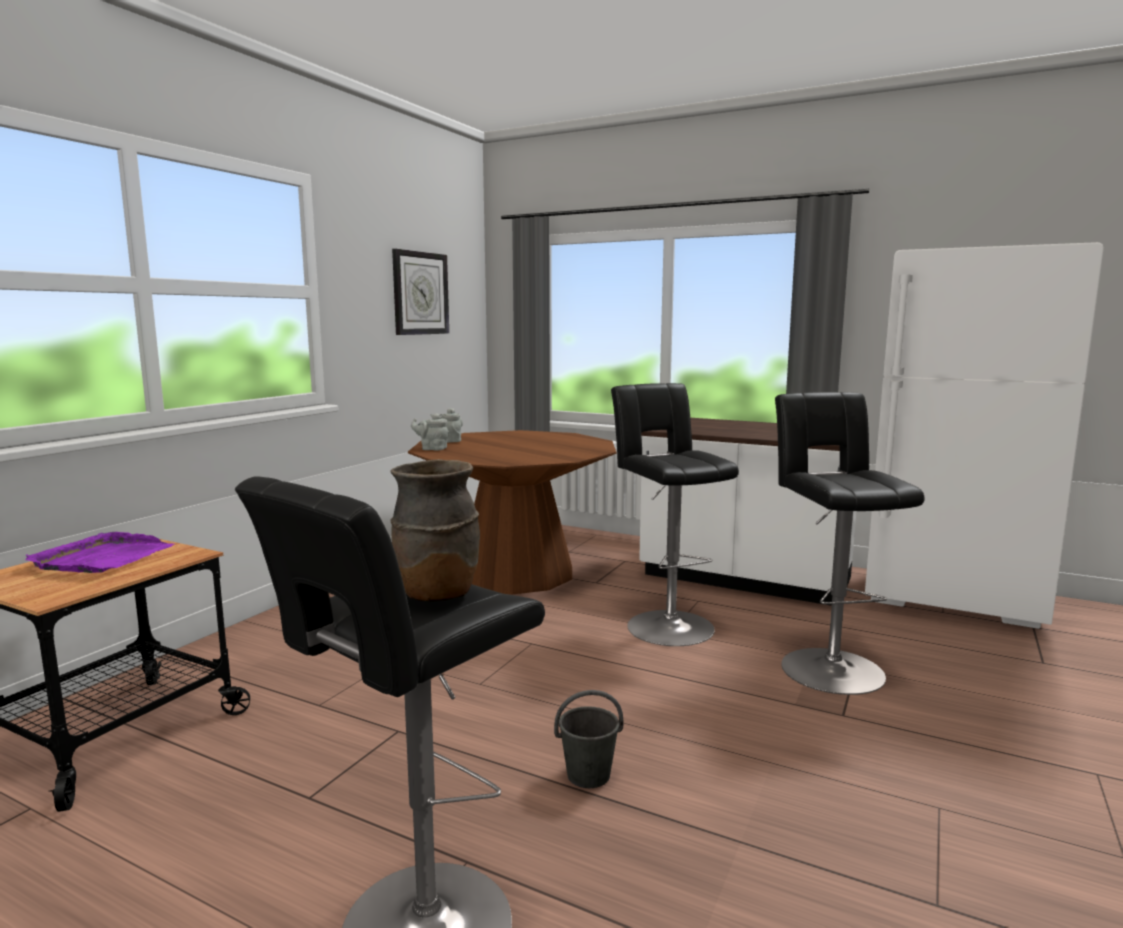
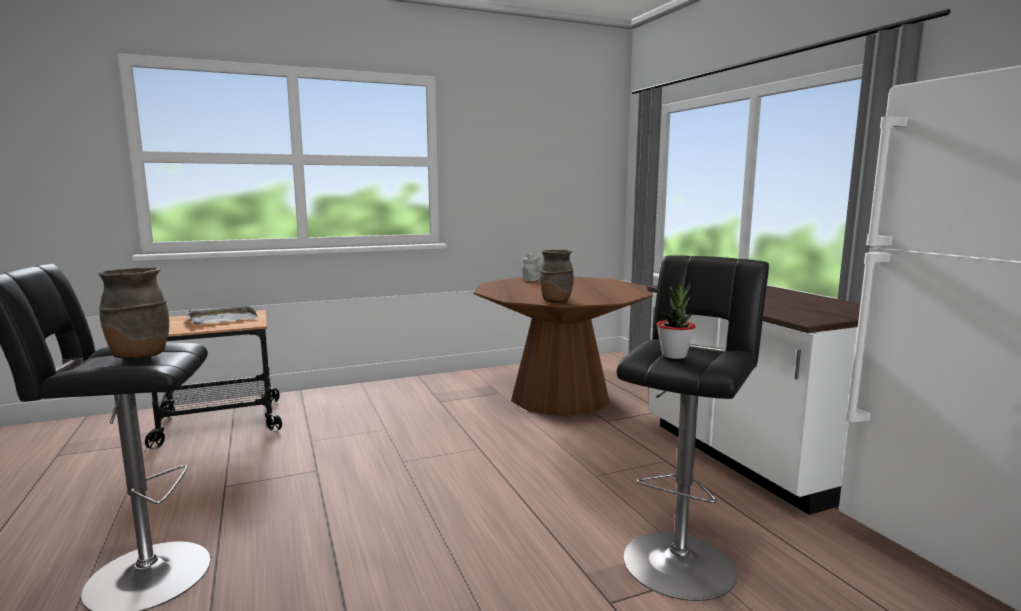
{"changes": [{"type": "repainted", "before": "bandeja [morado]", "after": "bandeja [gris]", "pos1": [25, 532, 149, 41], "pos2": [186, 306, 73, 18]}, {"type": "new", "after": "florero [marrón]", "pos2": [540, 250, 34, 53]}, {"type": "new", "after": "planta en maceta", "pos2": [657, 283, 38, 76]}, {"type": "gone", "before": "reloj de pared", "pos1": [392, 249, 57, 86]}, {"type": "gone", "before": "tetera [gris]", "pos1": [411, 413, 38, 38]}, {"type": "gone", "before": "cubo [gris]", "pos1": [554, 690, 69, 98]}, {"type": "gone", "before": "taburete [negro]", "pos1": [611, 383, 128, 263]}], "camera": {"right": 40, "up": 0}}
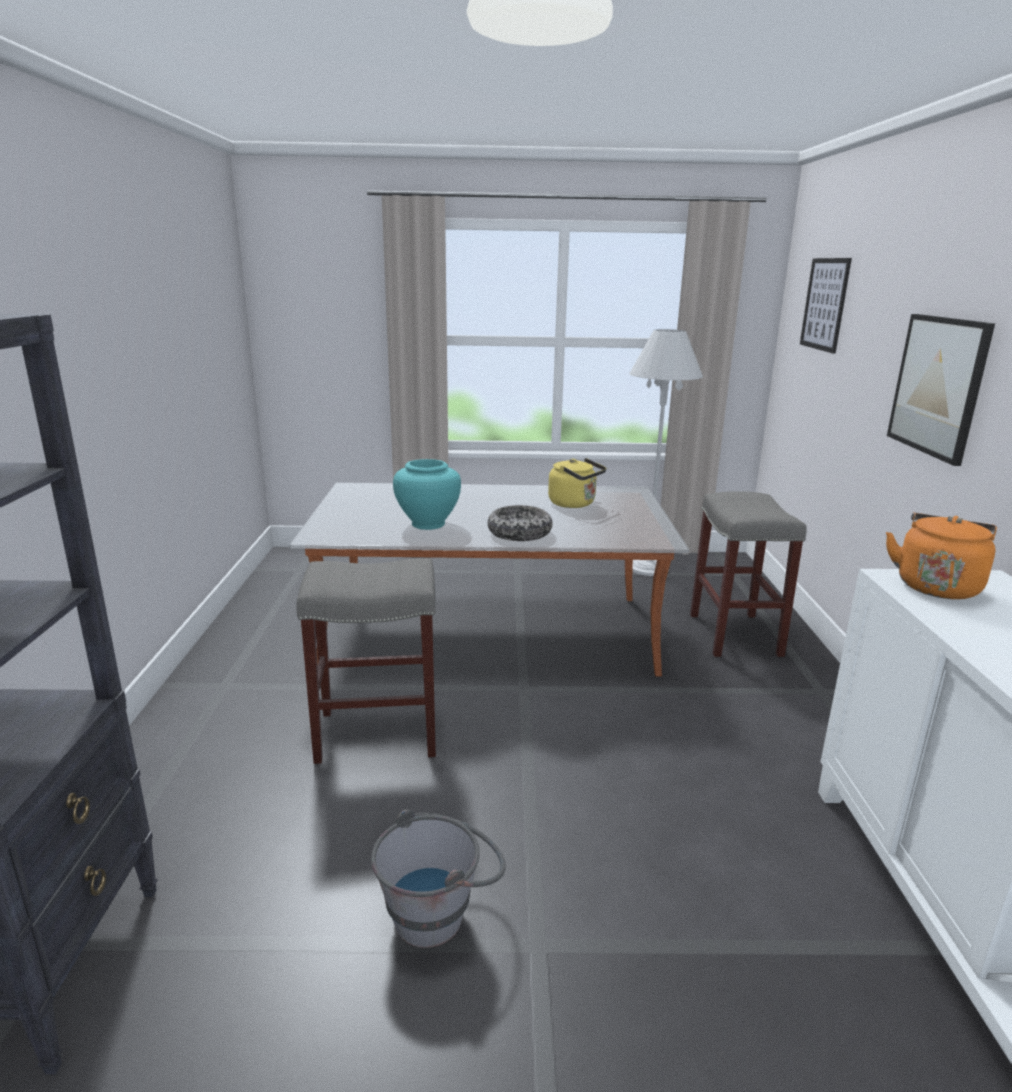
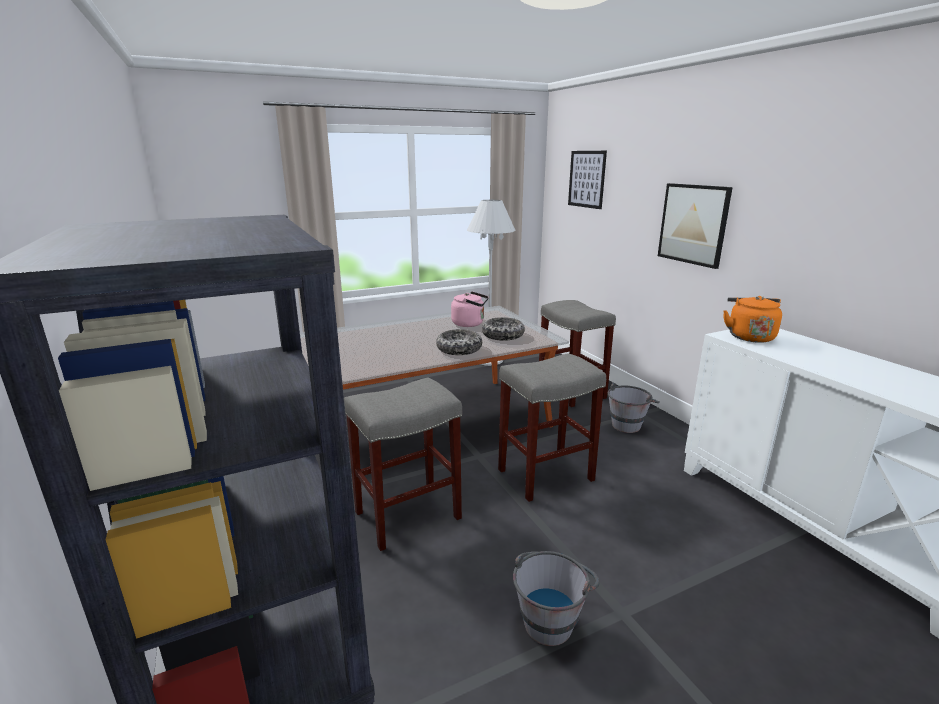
{"changes": [{"type": "repainted", "before": "hervidor [amarillo]", "after": "hervidor [rosa]", "pos1": [548, 458, 58, 50], "pos2": [451, 291, 38, 36]}, {"type": "new", "after": "cuenco", "pos2": [482, 317, 43, 24]}, {"type": "new", "after": "taburete [gris]", "pos2": [498, 353, 108, 149]}, {"type": "new", "after": "cubo [gris]", "pos2": [608, 383, 52, 50]}, {"type": "gone", "before": "florero [turquesa]", "pos1": [393, 459, 68, 71]}], "camera": {"right": -25, "up": 0}}
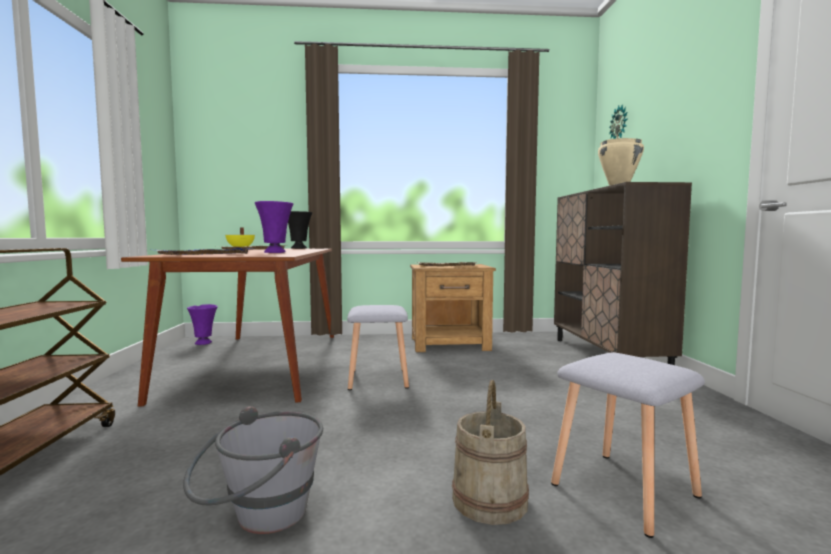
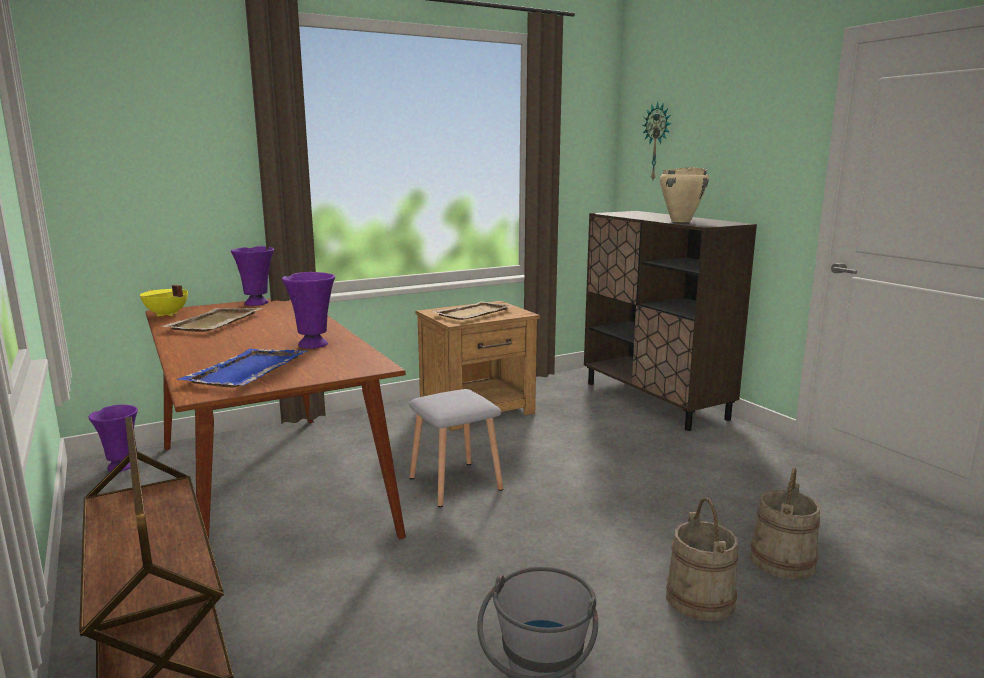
{"changes": [{"type": "repainted", "before": "florero [negro]", "after": "florero [morado]", "pos1": [288, 211, 24, 38], "pos2": [231, 246, 43, 60]}, {"type": "swapped", "before": "taburete [gris]", "after": "cubo [beis]", "pos1": [551, 352, 154, 186], "pos2": [750, 467, 70, 113]}], "camera": {"right": -25, "up": 10}}
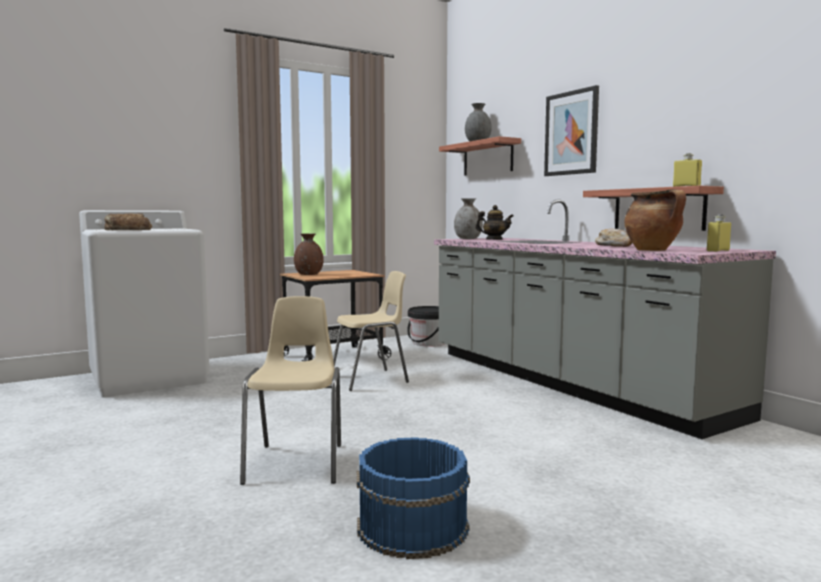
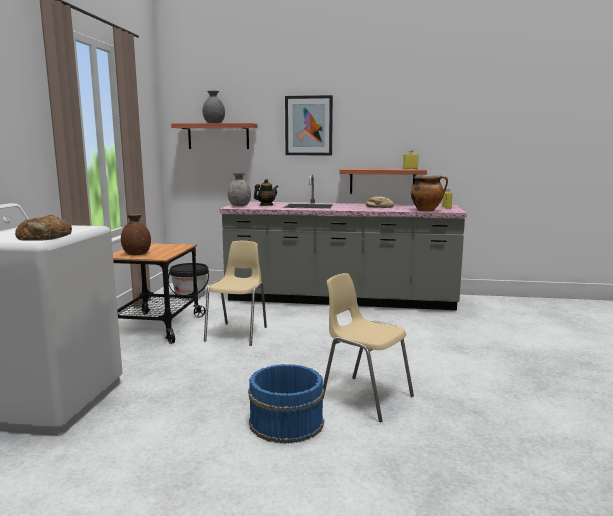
{"changes": [{"type": "shifted", "before": "cubo [azul]", "pos1": [357, 437, 113, 122], "pos2": [248, 364, 76, 80]}], "camera": {"right": -50, "up": 5}}
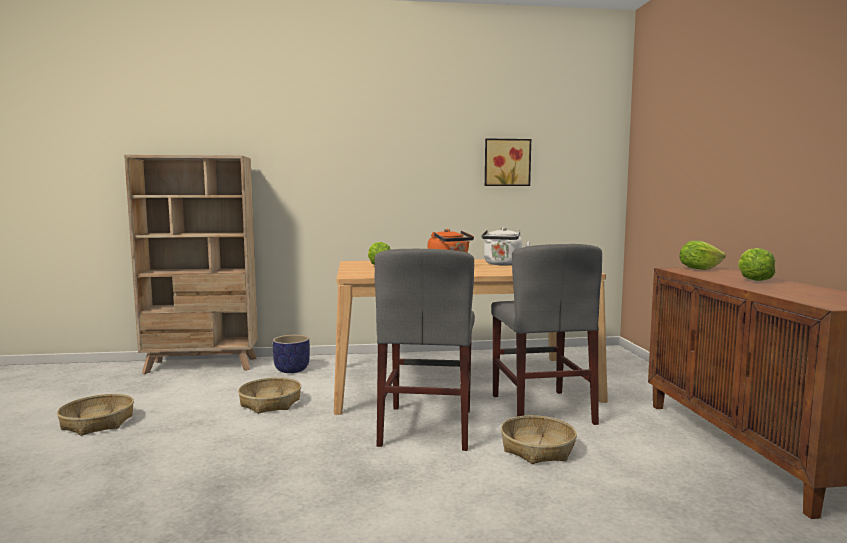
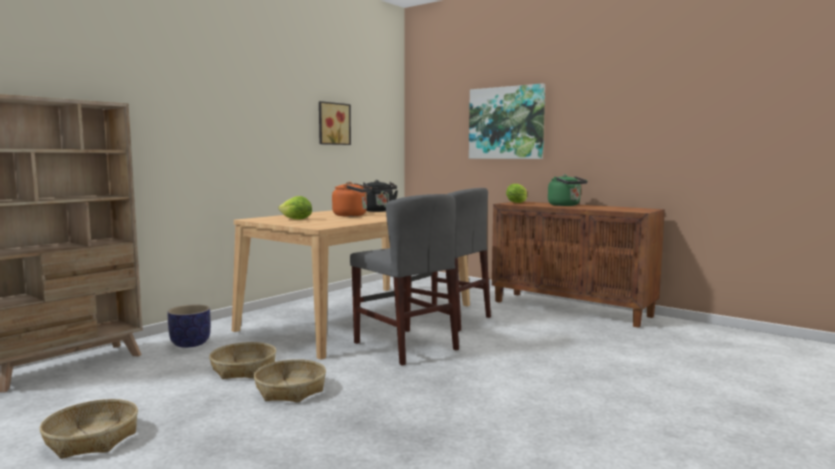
{"changes": [{"type": "shifted", "before": "cesta", "pos1": [501, 415, 76, 49], "pos2": [254, 359, 72, 44]}, {"type": "repainted", "before": "hervidor [blanco]", "after": "hervidor [negro]", "pos1": [481, 227, 50, 38], "pos2": [363, 180, 35, 32]}, {"type": "new", "after": "cuadro", "pos2": [469, 84, 76, 75]}, {"type": "swapped", "before": "lechuga", "after": "hervidor [verde]", "pos1": [738, 248, 37, 33], "pos2": [548, 174, 40, 32]}], "camera": {"right": -45, "up": 0}}
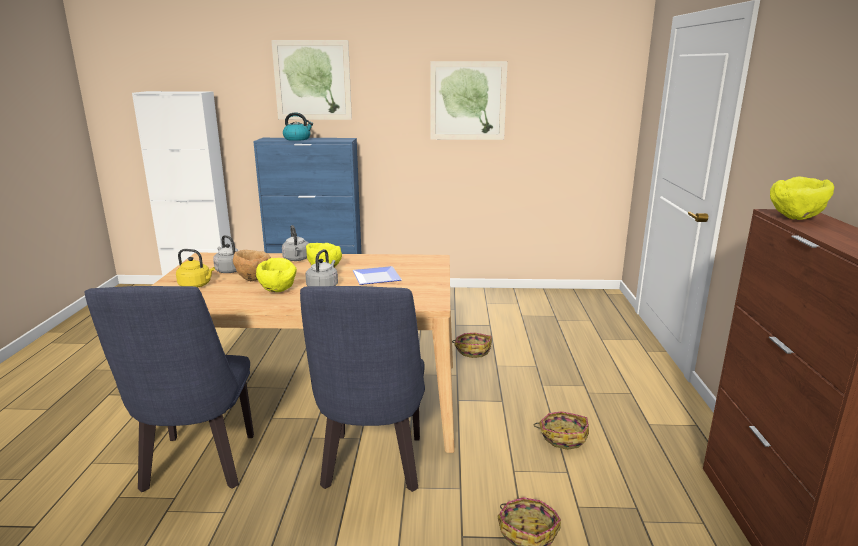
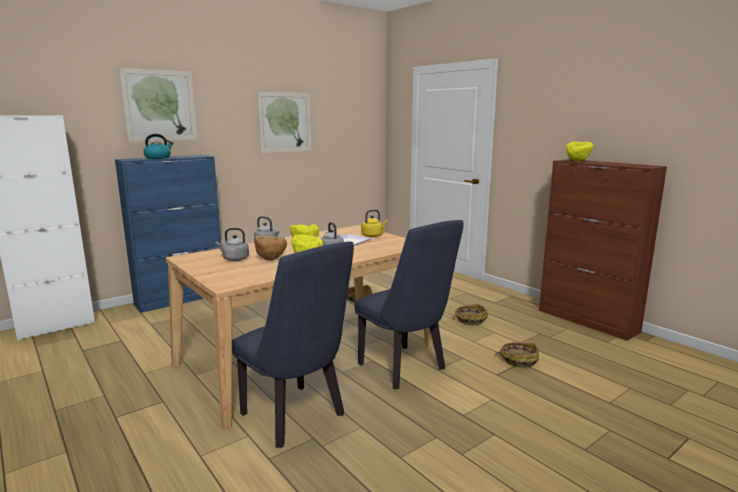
{"changes": [{"type": "shifted", "before": "hervidor [amarillo]", "pos1": [176, 249, 39, 38], "pos2": [361, 210, 27, 27]}], "camera": {"right": -40, "up": -5}}
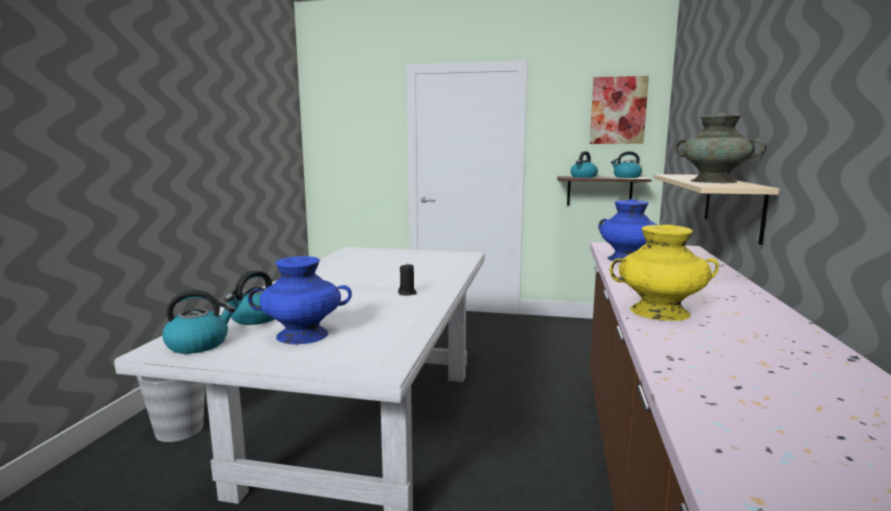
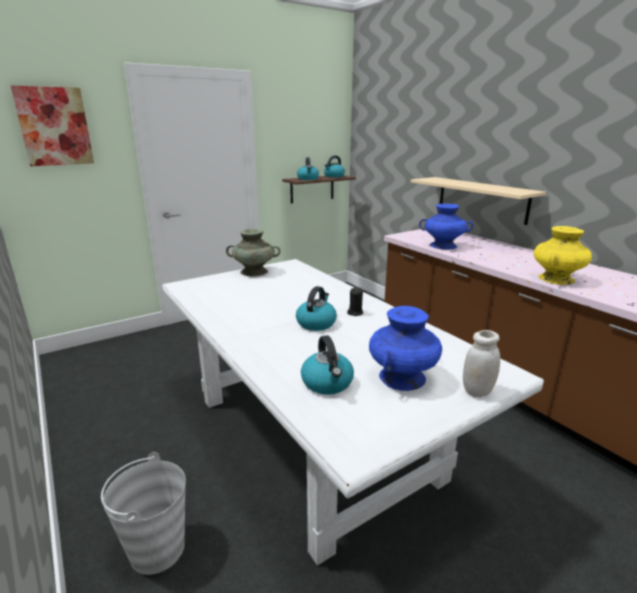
{"changes": [{"type": "shifted", "before": "cuadro", "pos1": [590, 76, 59, 68], "pos2": [11, 85, 83, 81]}, {"type": "shifted", "before": "florero [turquesa]", "pos1": [675, 113, 91, 70], "pos2": [226, 229, 55, 47]}, {"type": "shifted", "before": "hervidor", "pos1": [162, 290, 74, 64], "pos2": [296, 286, 41, 45]}, {"type": "new", "after": "tarro [blanco]", "pos2": [463, 330, 37, 67]}], "camera": {"right": -45, "up": 10}}
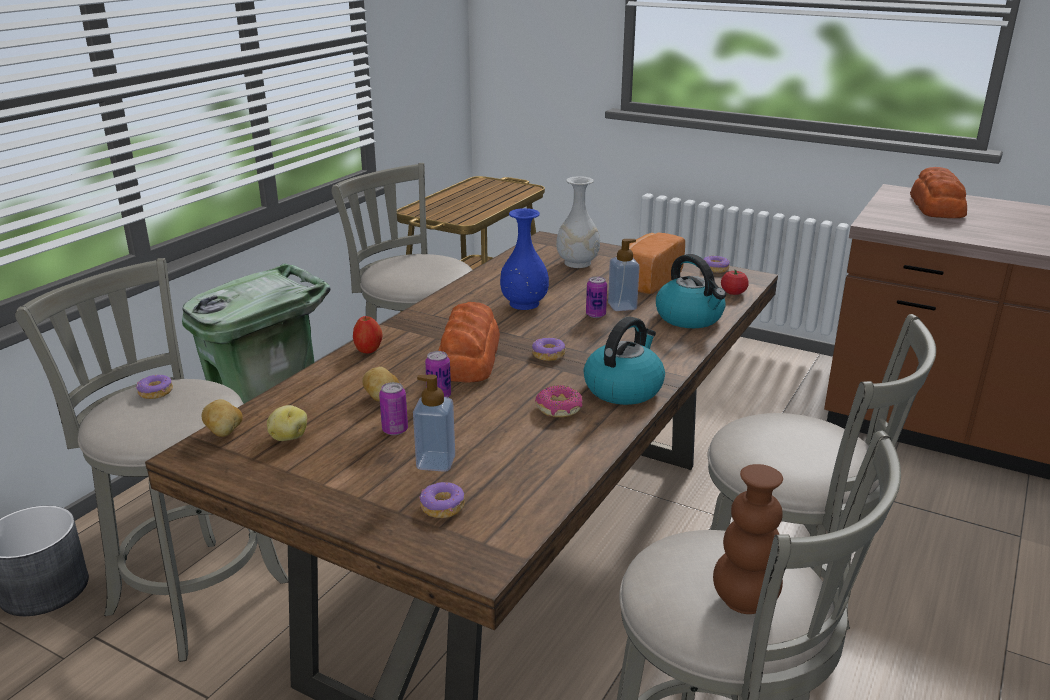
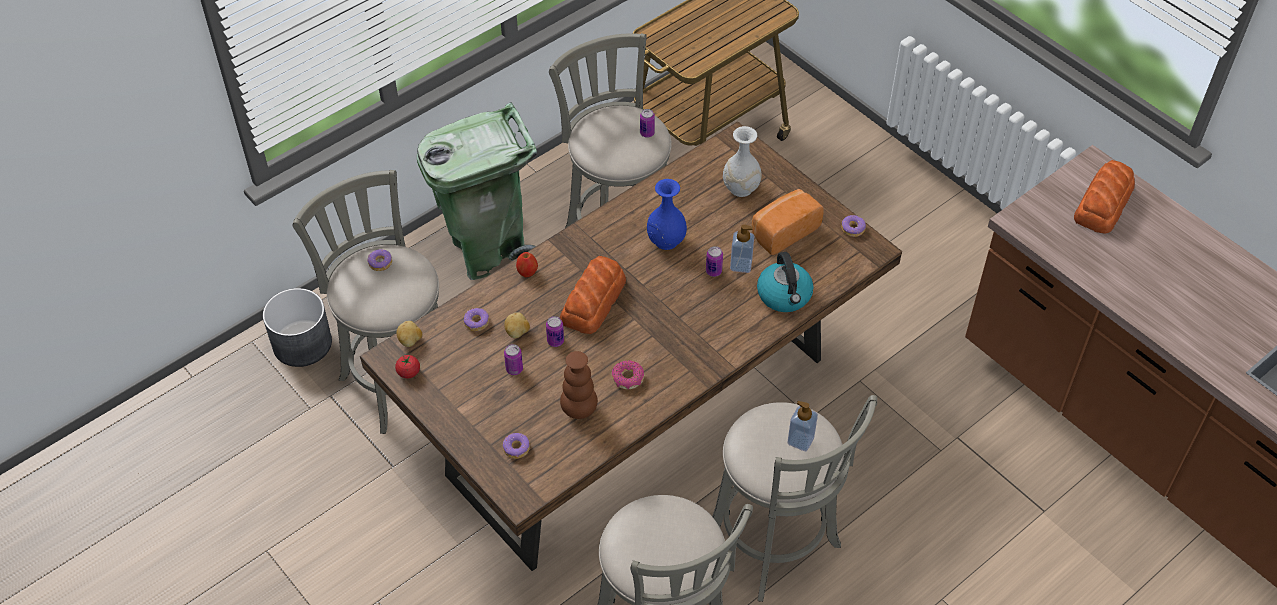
{"changes": [{"type": "shifted", "before": "tomate", "pos1": [721, 270, 28, 25], "pos2": [395, 355, 25, 23]}, {"type": "shifted", "before": "rosquilla", "pos1": [532, 338, 33, 23], "pos2": [464, 308, 25, 23]}, {"type": "shifted", "before": "florero [marrón]", "pos1": [713, 464, 70, 150], "pos2": [560, 351, 38, 68]}, {"type": "new", "after": "lata", "pos2": [640, 109, 15, 29]}, {"type": "shifted", "before": "dispensador de jabón", "pos1": [413, 374, 42, 98], "pos2": [788, 401, 30, 50]}, {"type": "gone", "before": "patata", "pos1": [267, 405, 40, 36]}, {"type": "gone", "before": "hervidor", "pos1": [584, 317, 81, 88]}], "camera": {"right": 20, "up": 25}}
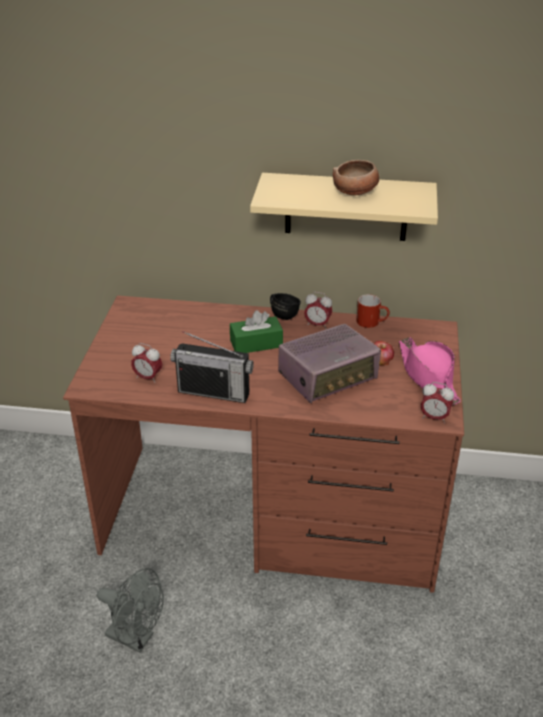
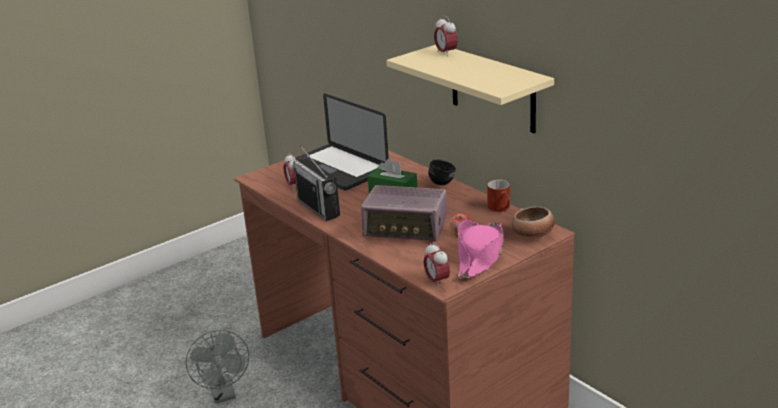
{"changes": [{"type": "new", "after": "portátil", "pos2": [287, 93, 102, 98]}, {"type": "shifted", "before": "despertador", "pos1": [304, 292, 28, 37], "pos2": [434, 16, 24, 41]}, {"type": "shifted", "before": "cuenco", "pos1": [333, 160, 46, 35], "pos2": [512, 207, 43, 32]}], "camera": {"right": 45, "up": -10}}
